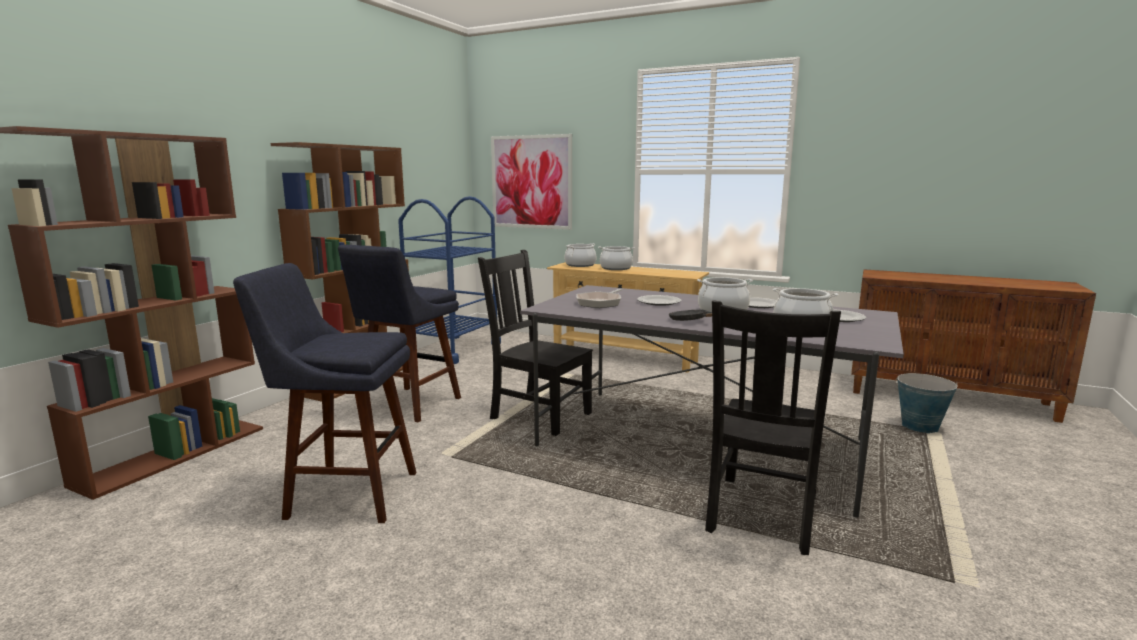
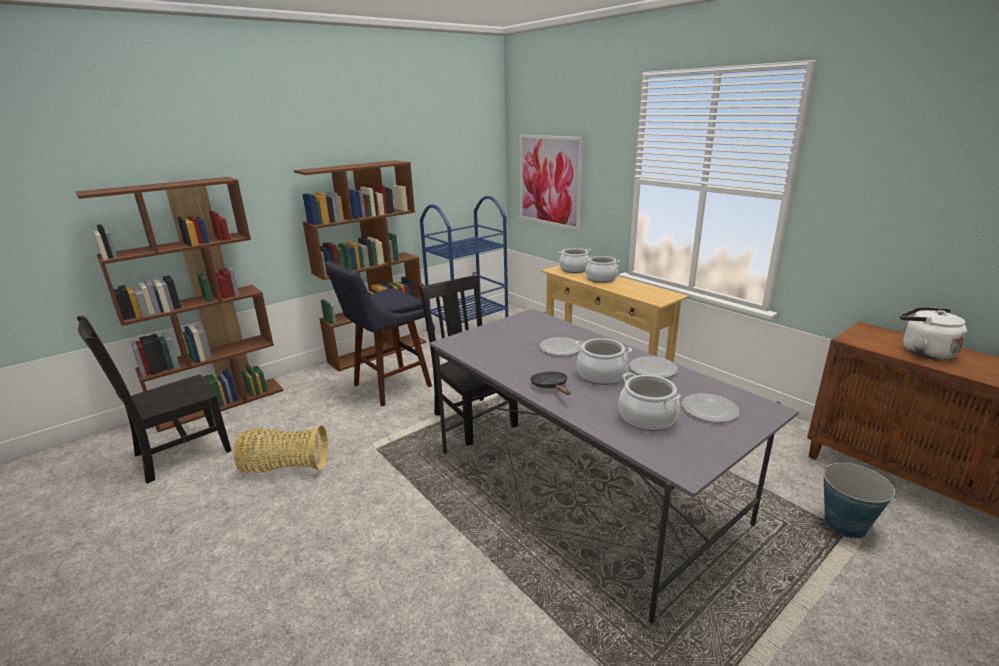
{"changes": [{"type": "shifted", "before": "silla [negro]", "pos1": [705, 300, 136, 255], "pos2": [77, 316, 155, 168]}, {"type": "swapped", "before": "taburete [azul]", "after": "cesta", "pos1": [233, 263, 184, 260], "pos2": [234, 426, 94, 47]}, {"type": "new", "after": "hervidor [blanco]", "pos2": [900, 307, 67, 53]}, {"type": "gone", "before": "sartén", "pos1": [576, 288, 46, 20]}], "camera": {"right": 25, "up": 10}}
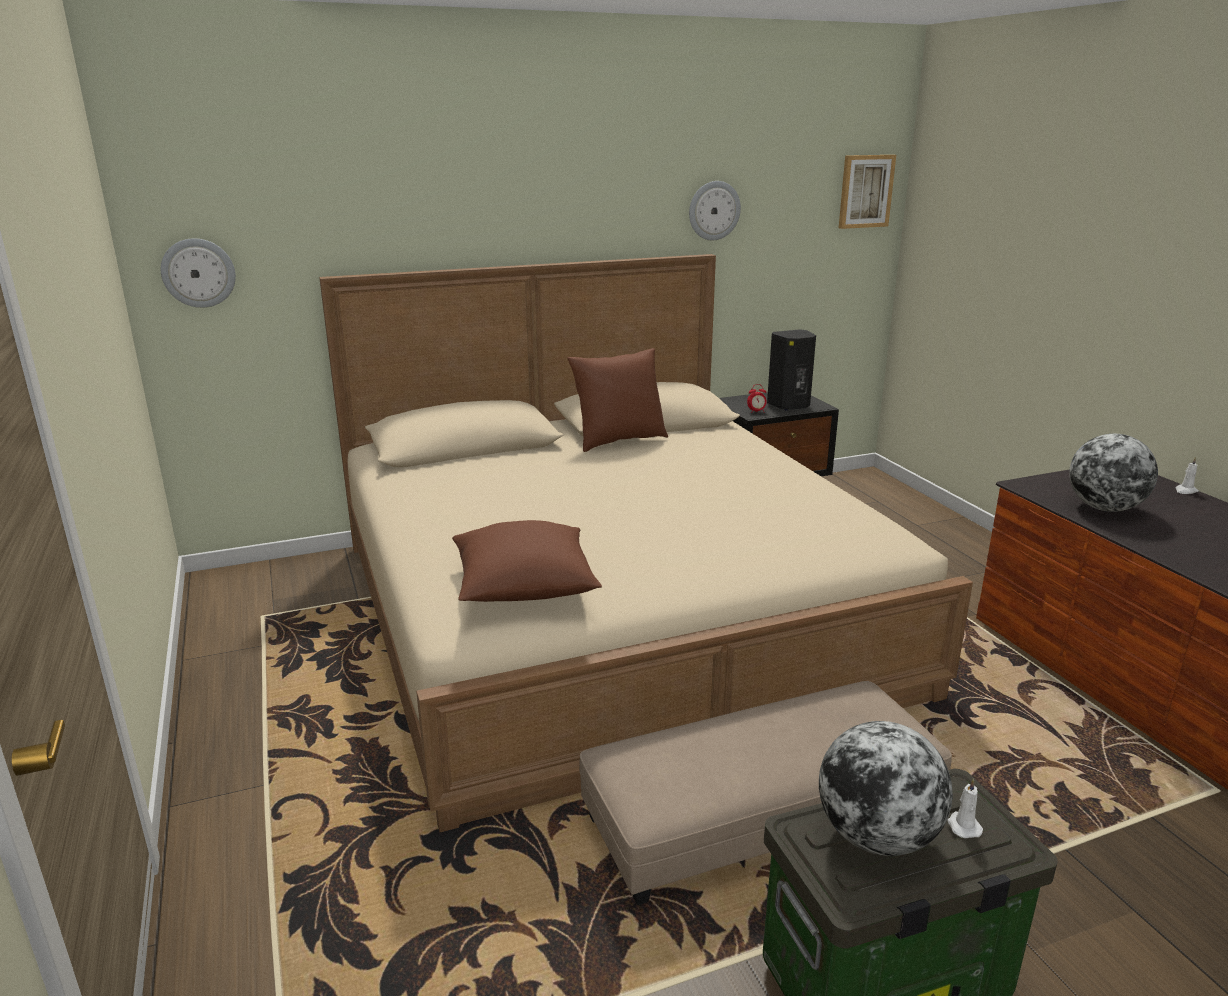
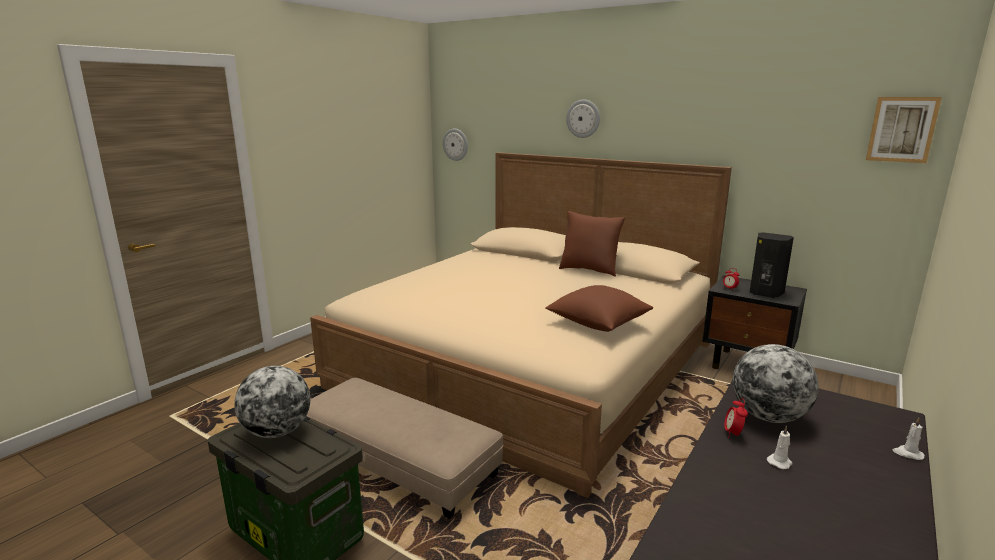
{"changes": [{"type": "shifted", "before": "cojín [marrón]", "pos1": [452, 520, 150, 82], "pos2": [545, 285, 108, 47]}, {"type": "shifted", "before": "reloj de pared", "pos1": [689, 181, 52, 59], "pos2": [566, 99, 34, 39]}, {"type": "new", "after": "despertador", "pos2": [724, 398, 24, 40]}, {"type": "shifted", "before": "vela [blanco]", "pos1": [947, 778, 36, 60], "pos2": [767, 425, 26, 44]}], "camera": {"right": 55, "up": -5}}
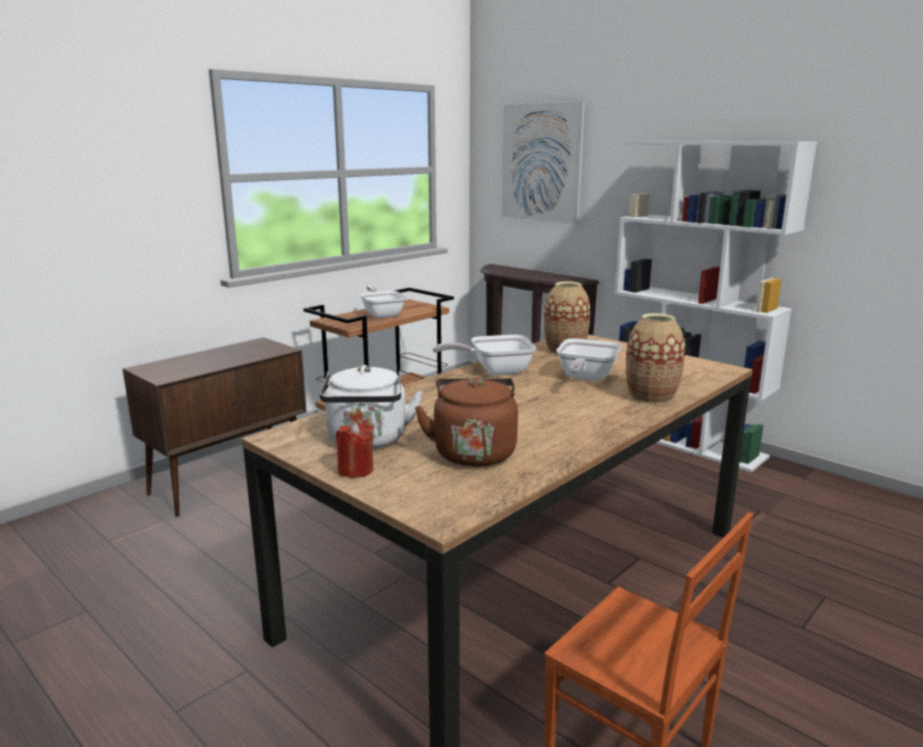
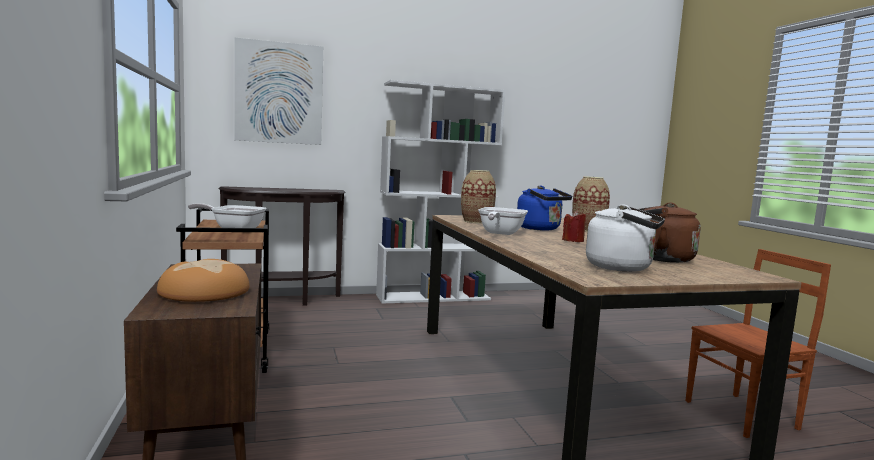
{"changes": [{"type": "new", "after": "pan", "pos2": [157, 259, 93, 43]}, {"type": "swapped", "before": "sartén", "after": "hervidor [azul]", "pos1": [556, 338, 66, 43], "pos2": [517, 186, 55, 45]}, {"type": "shifted", "before": "vela [rojo]", "pos1": [336, 422, 37, 56], "pos2": [562, 211, 24, 31]}], "camera": {"right": -60, "up": -10}}
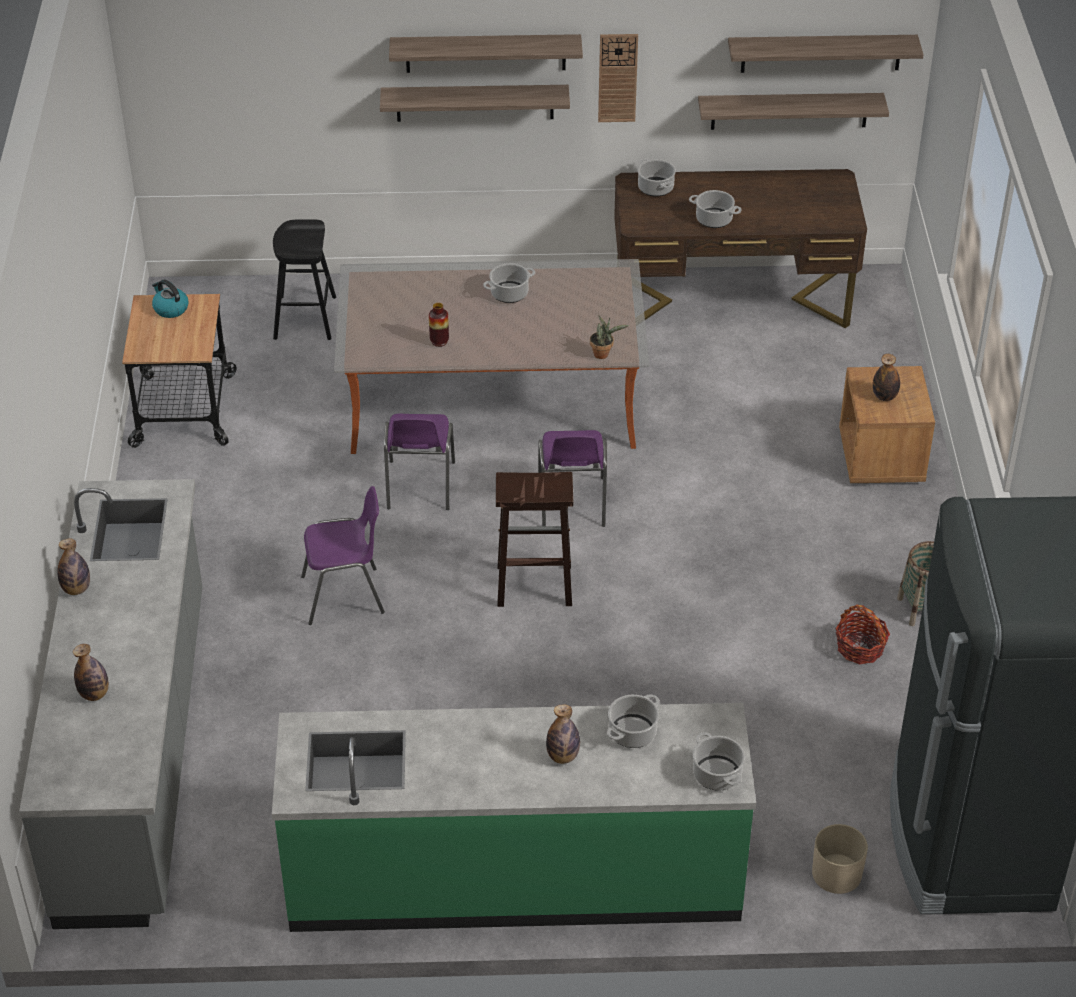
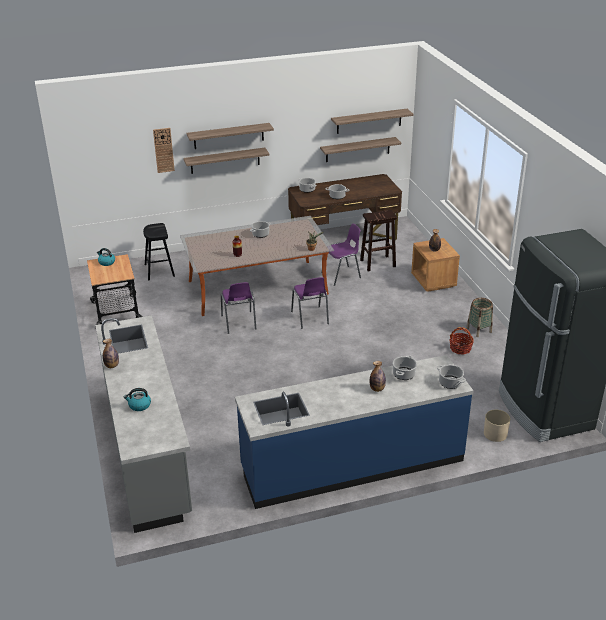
{"changes": [{"type": "swapped", "before": "botella", "after": "hervidor", "pos1": [73, 644, 36, 57], "pos2": [124, 388, 27, 23]}, {"type": "shifted", "before": "reloj de pared", "pos1": [598, 34, 40, 88], "pos2": [153, 128, 22, 45]}, {"type": "repainted", "before": "mueble bajo de cocina [verde]", "after": "mueble bajo de cocina [azul]", "pos1": [272, 703, 484, 229], "pos2": [235, 355, 238, 154]}, {"type": "shifted", "before": "silla [morado]", "pos1": [301, 486, 84, 139], "pos2": [321, 224, 40, 62]}, {"type": "shifted", "before": "taburete [marrón]", "pos1": [496, 472, 77, 135], "pos2": [360, 210, 37, 62]}], "camera": {"right": -15, "up": -10}}
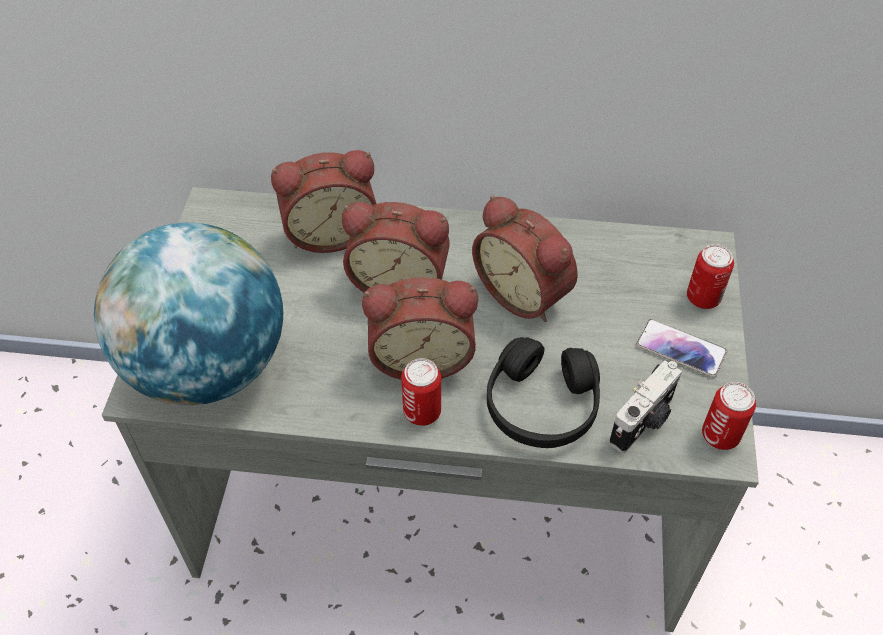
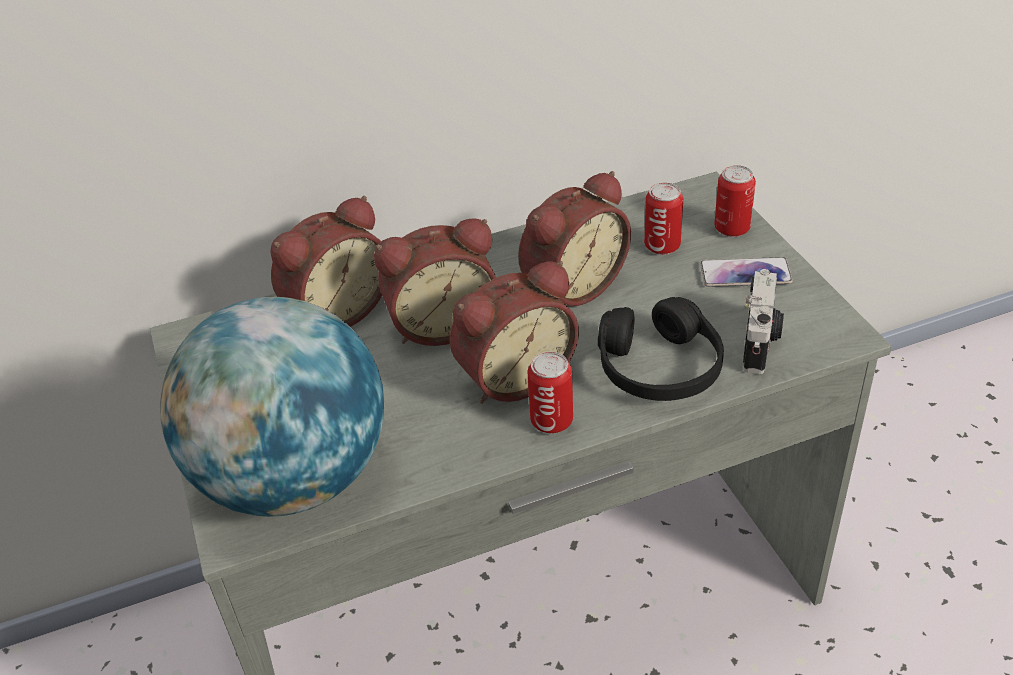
{"changes": [{"type": "rotated", "before": "despertador", "pos1": [472, 195, 106, 127], "pos2": [518, 171, 113, 135], "turn": -60}, {"type": "shifted", "before": "lata", "pos1": [702, 382, 54, 68], "pos2": [644, 182, 39, 73]}], "camera": {"right": -25, "up": -10}}
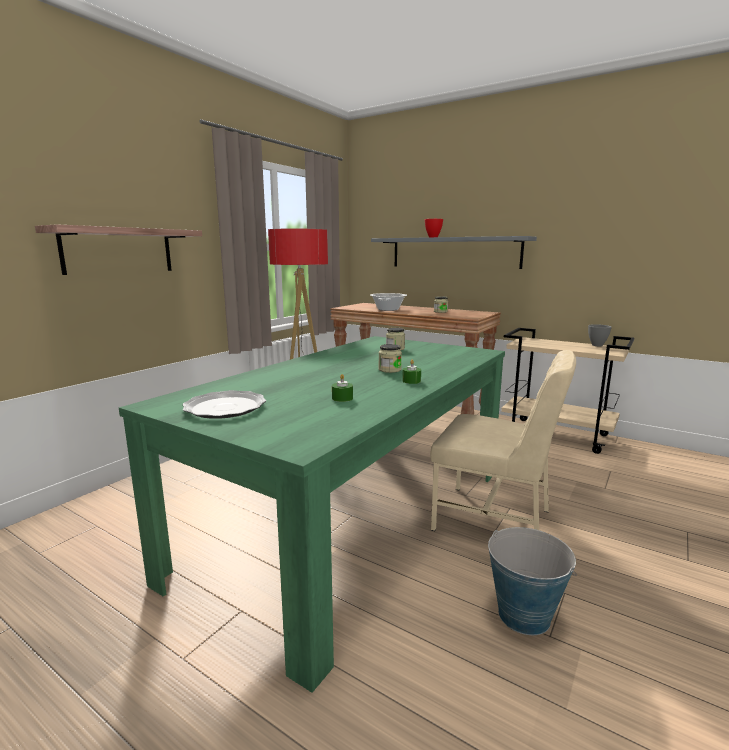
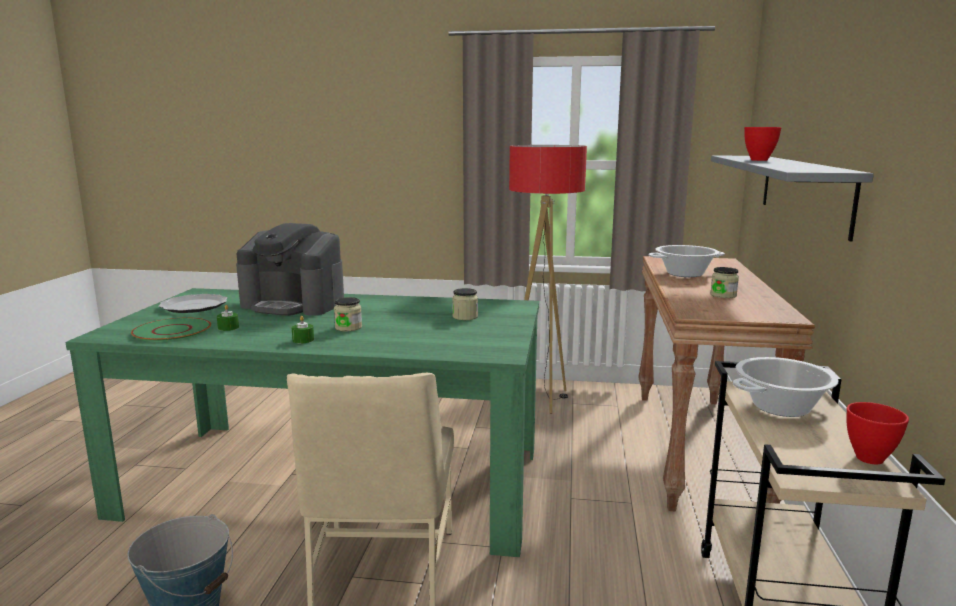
{"changes": [{"type": "new", "after": "plato [verde]", "pos2": [131, 318, 80, 24]}, {"type": "new", "after": "cafetera", "pos2": [236, 223, 108, 93]}, {"type": "new", "after": "olla", "pos2": [733, 357, 105, 60]}, {"type": "repainted", "before": "cuenco [gris]", "after": "cuenco [rojo]", "pos1": [588, 324, 24, 22], "pos2": [847, 402, 62, 62]}, {"type": "gone", "before": "estante", "pos1": [35, 224, 167, 51]}], "camera": {"right": 65, "up": 0}}
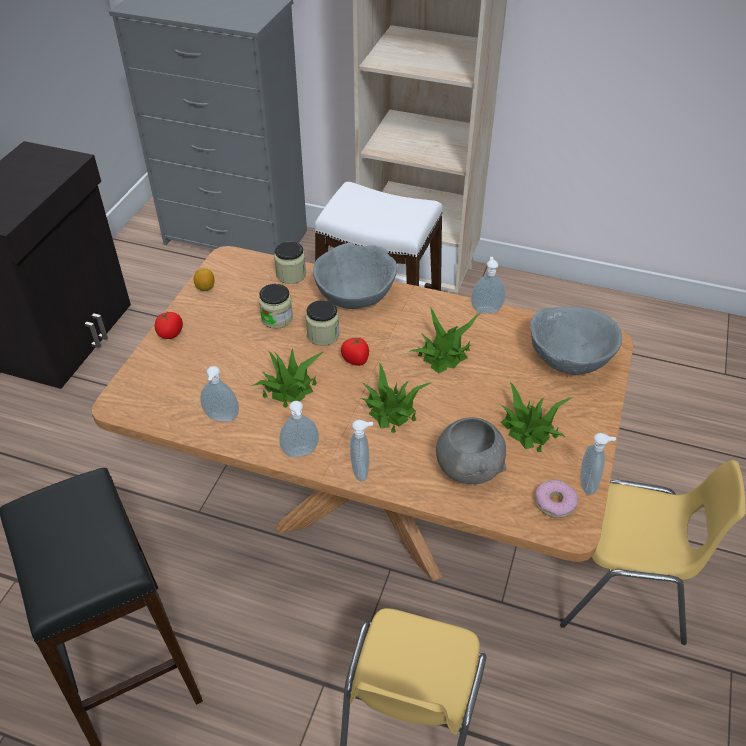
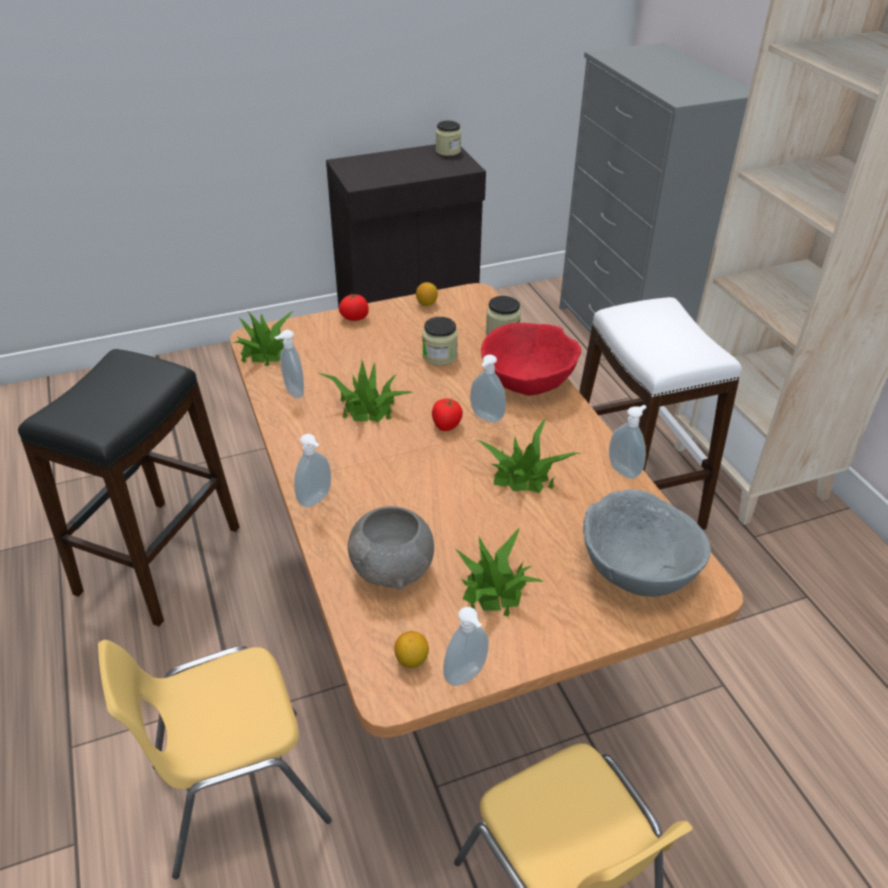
{"changes": [{"type": "shifted", "before": "planta en maceta", "pos1": [360, 363, 73, 70], "pos2": [233, 311, 60, 55]}, {"type": "swapped", "before": "rosquilla", "after": "limón", "pos1": [535, 480, 43, 38], "pos2": [394, 631, 35, 37]}, {"type": "shifted", "before": "tarro", "pos1": [306, 300, 34, 46], "pos2": [436, 121, 25, 35]}, {"type": "shifted", "before": "dispensador de jabón", "pos1": [279, 401, 40, 56], "pos2": [470, 355, 36, 68]}, {"type": "repainted", "before": "cuenco [gris]", "after": "cuenco [rojo]", "pos1": [313, 242, 84, 67], "pos2": [481, 323, 100, 73]}], "camera": {"right": 50, "up": -5}}
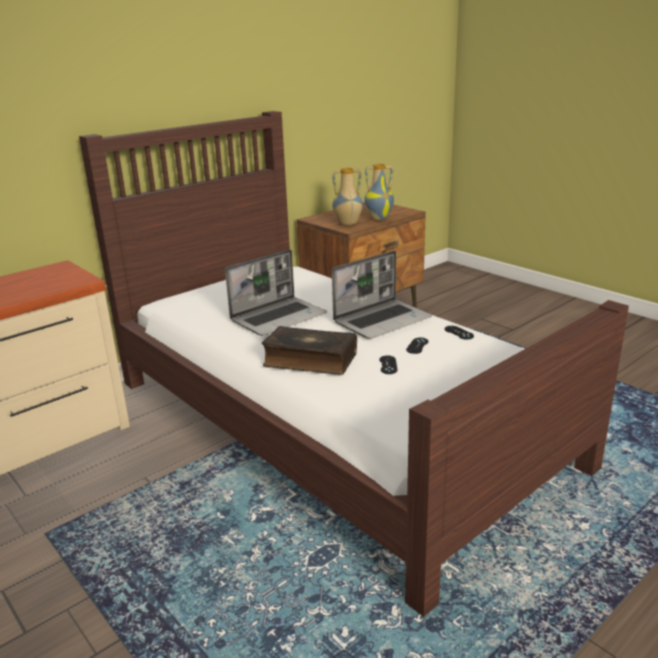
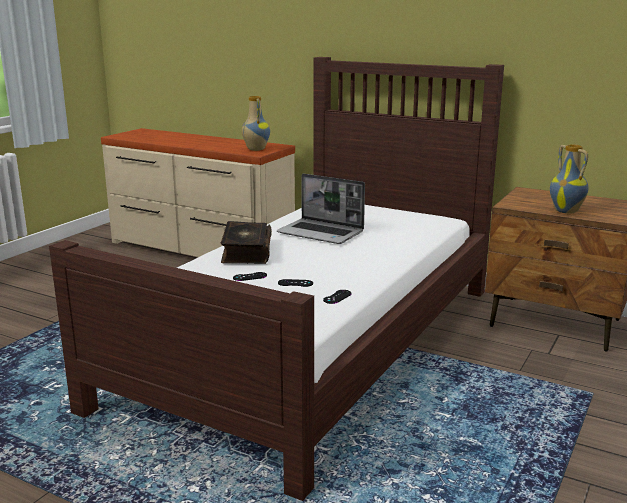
{"changes": [{"type": "shifted", "before": "florero", "pos1": [332, 168, 31, 58], "pos2": [241, 96, 29, 55]}, {"type": "gone", "before": "portátil", "pos1": [332, 251, 100, 88]}], "camera": {"right": 70, "up": -5}}
